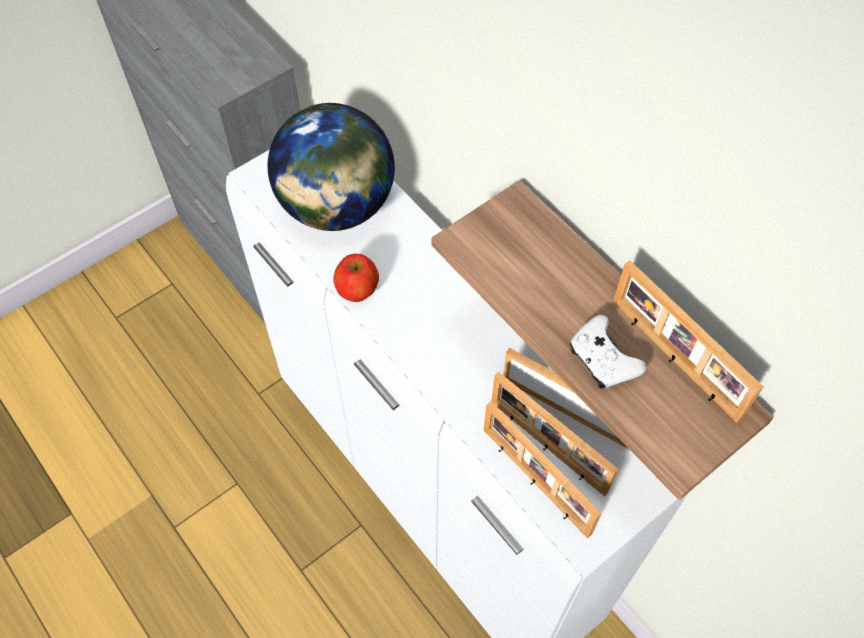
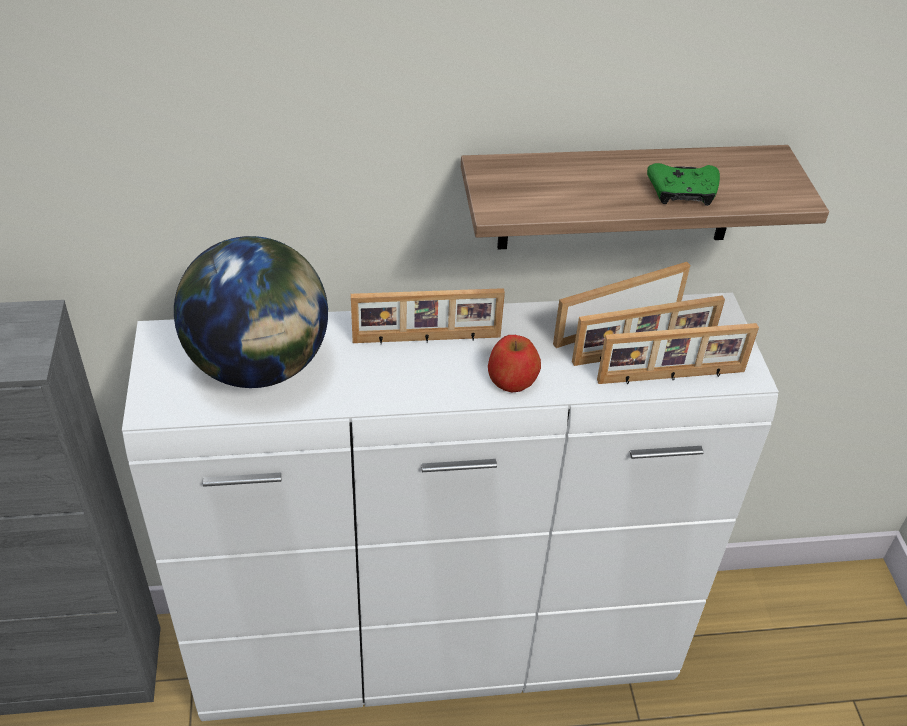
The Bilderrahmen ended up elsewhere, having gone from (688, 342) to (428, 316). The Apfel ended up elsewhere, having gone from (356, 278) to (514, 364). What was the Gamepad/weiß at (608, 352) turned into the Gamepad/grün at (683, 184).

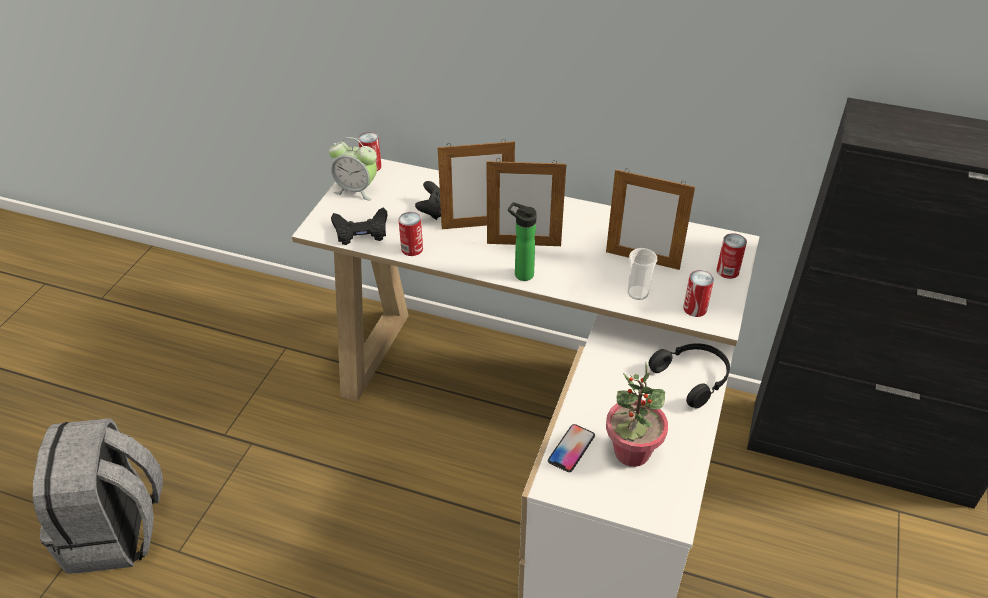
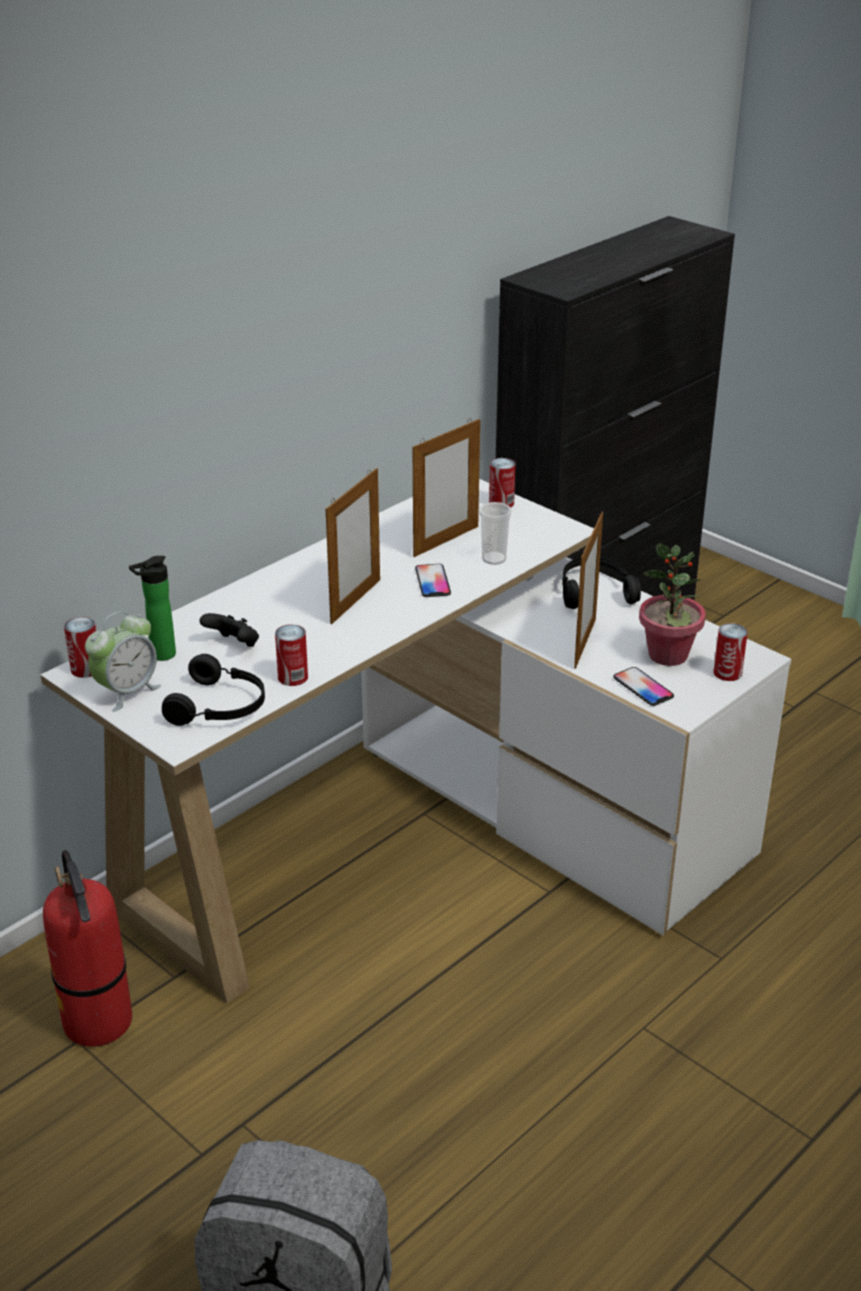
The second view gained the Feuerlöscher at (87, 948). The Flasche ended up elsewhere, having gone from (522, 241) to (152, 608). Where the Gamepad/schwarz stood at (359, 226), the Kopfhörer/schwarz came to stand at (213, 690). The second view gained the Handy at (433, 580). The Bilderrahmen ended up elsewhere, having gone from (476, 184) to (588, 590). The Dose ended up elsewhere, having gone from (698, 293) to (730, 652).

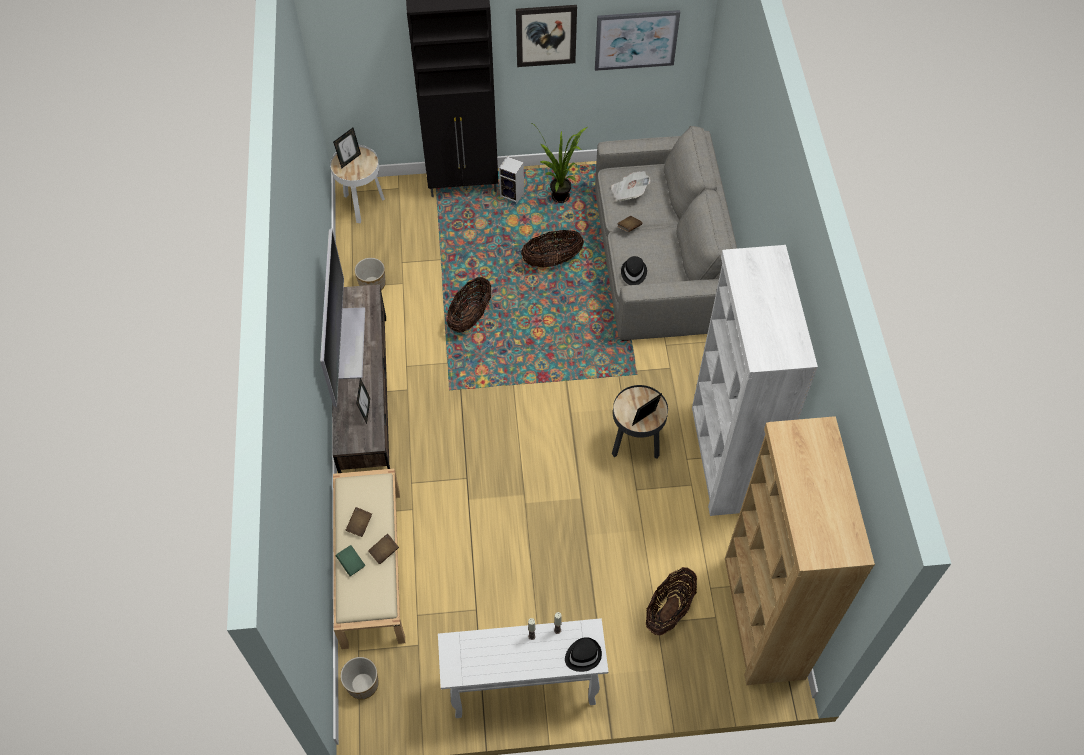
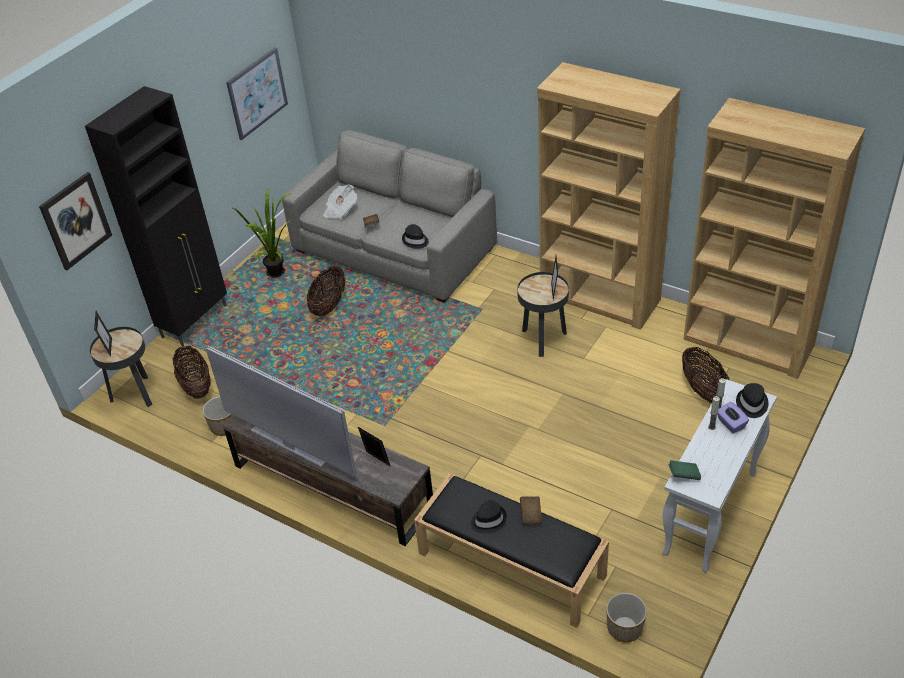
The Bild ended up elsewhere, having gone from (546, 36) to (75, 221). What was the Beistelltisch/weiß at (357, 184) turned into the Beistelltisch/schwarz at (121, 367). The Korb ended up elsewhere, having gone from (469, 305) to (191, 372). What was the Bank/beige at (369, 558) turned into the Bank/schwarz at (511, 550). Where the Buch/braun stood at (359, 522), the Hut/schwarz came to stand at (489, 517). What was the Bücherregal/weiß at (755, 380) turned into the Bücherregal/braun at (609, 196). The Buch/grün ended up elsewhere, having gone from (350, 560) to (684, 470). The second view gained the Taschentuchbox/lila at (733, 417). The second view lost the Lautsprecher at (511, 180).

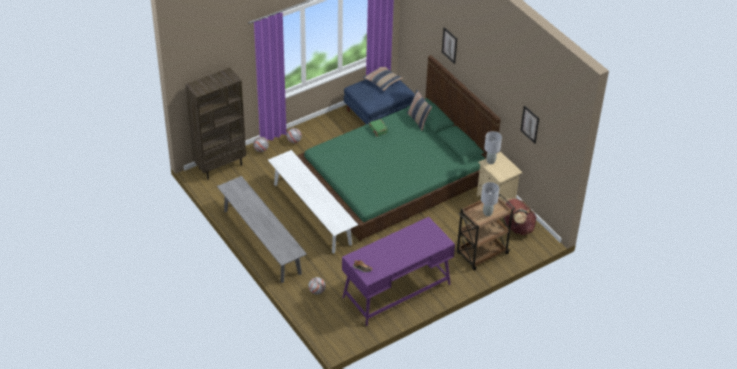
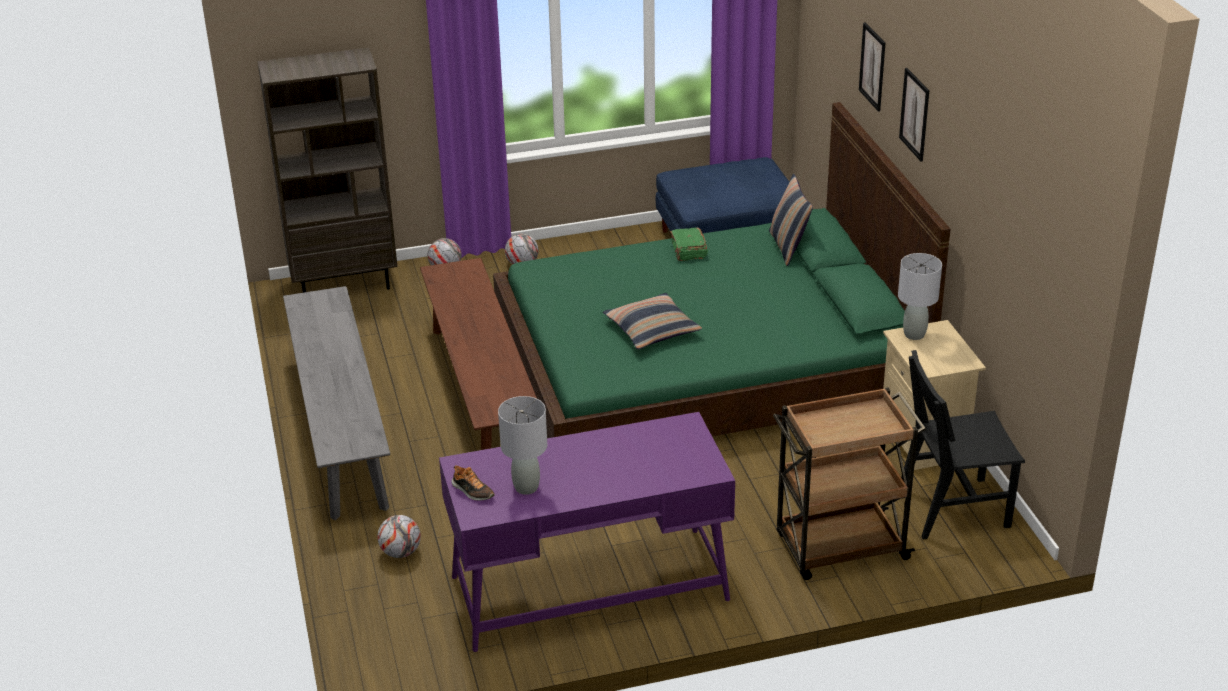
What was the Bank/weiß at (313, 202) turned into the Bank/braun at (478, 354). The Tischlampe/grau ended up elsewhere, having gone from (490, 199) to (522, 445). The Kissen ended up elsewhere, having gone from (383, 79) to (652, 321). The Bild ended up elsewhere, having gone from (529, 124) to (914, 114). Where the Rucksack/braun stood at (520, 216), the Stuhl/schwarz came to stand at (963, 445).

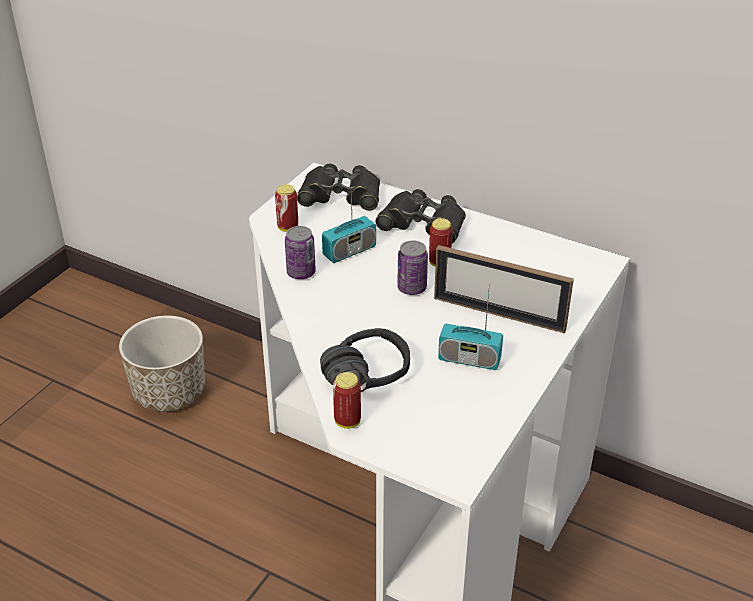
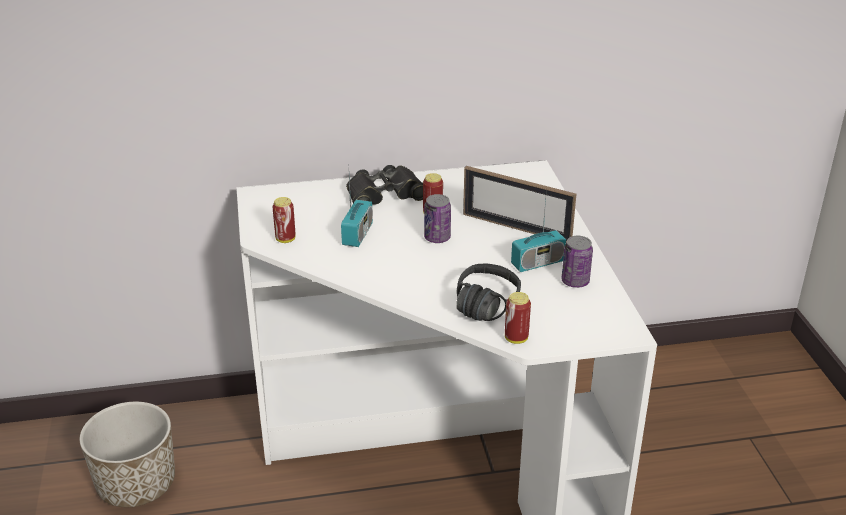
The Bilderrahmen at (504, 289) ended up facing another way, 45 degrees clockwise from before. The Dose ended up elsewhere, having gone from (300, 252) to (577, 262). The second view lost the Fernglas/schwarz at (338, 187).

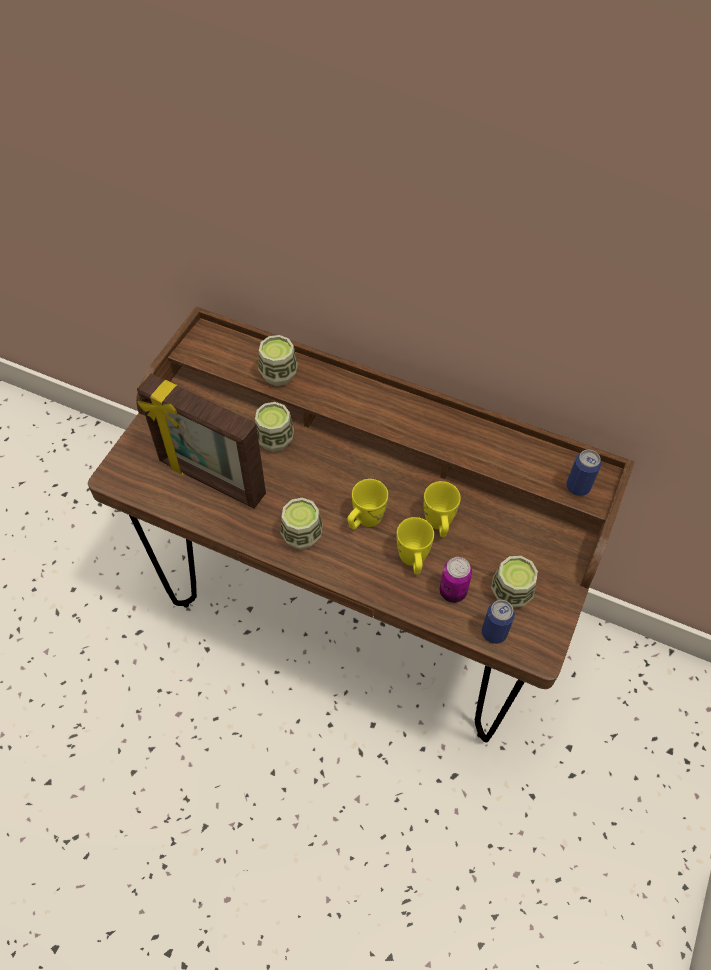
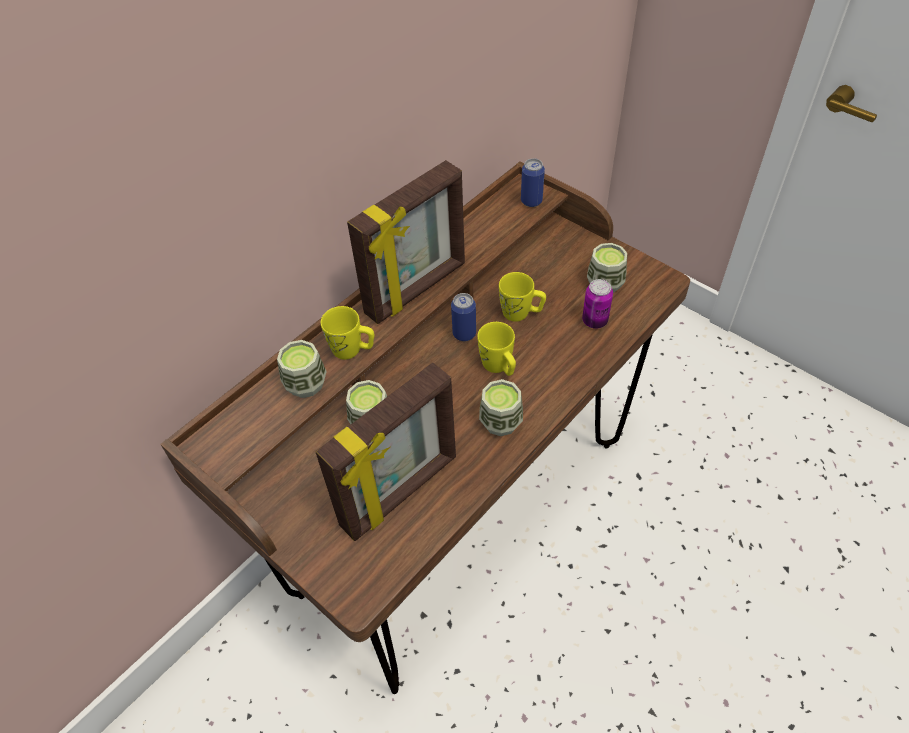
The Henkelbecher/gelb ended up elsewhere, having gone from (415, 545) to (347, 333). The second view gained the Bilderrahmen at (406, 242). The Dose ended up elsewhere, having gone from (498, 622) to (463, 317).

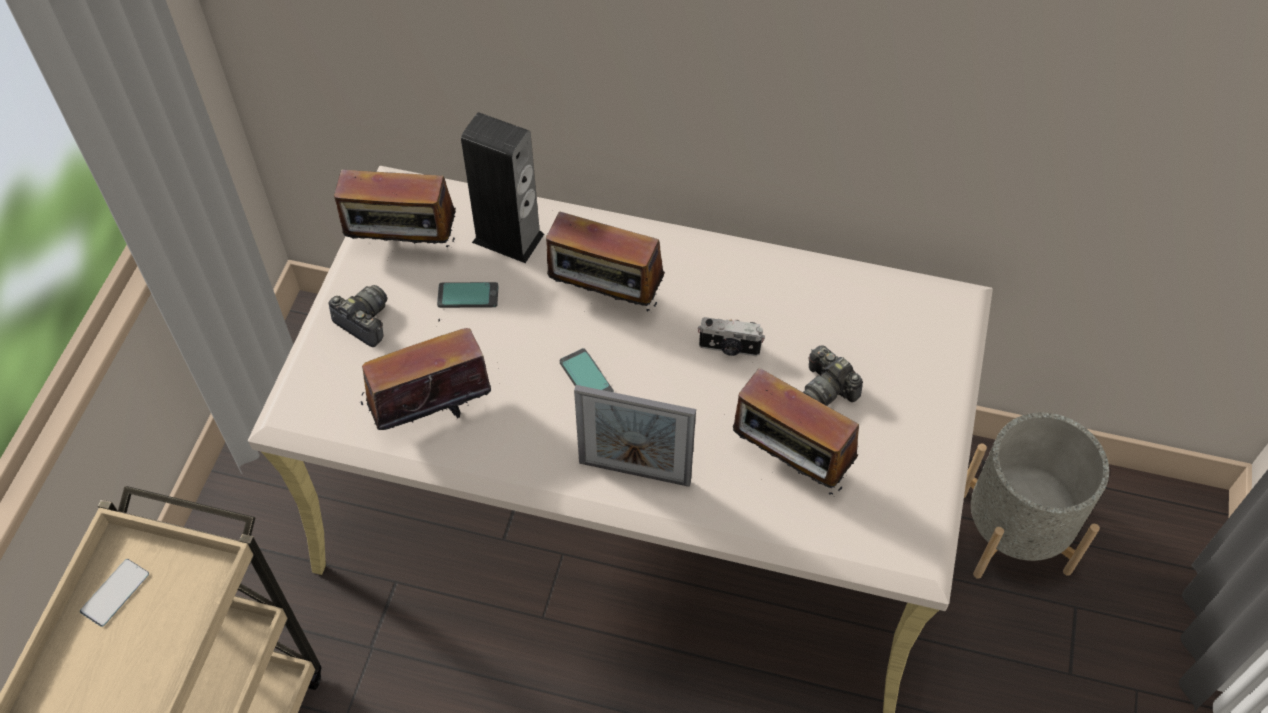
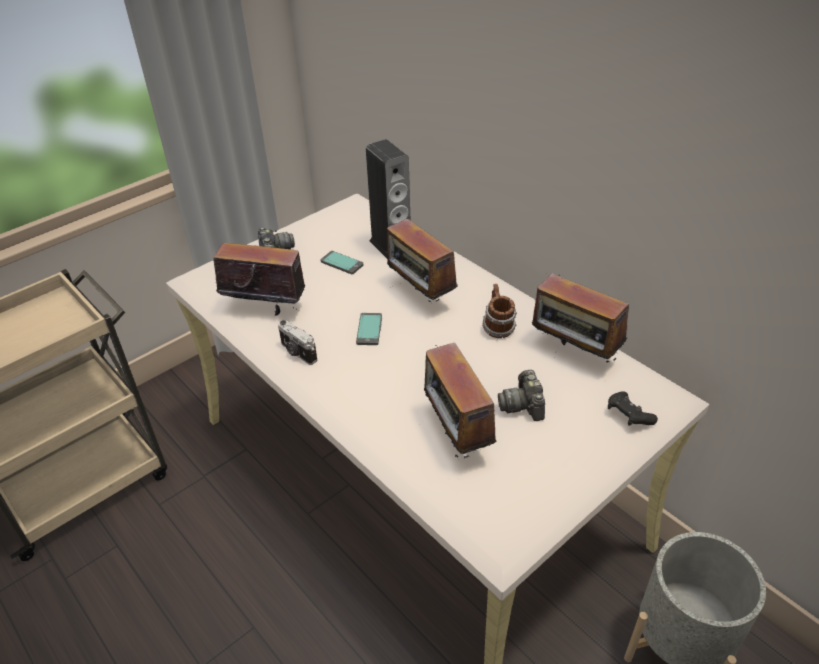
The Kamera ended up elsewhere, having gone from (731, 336) to (297, 342). The second view gained the Henkelbecher at (499, 311). The Radio ended up elsewhere, having gone from (395, 205) to (580, 316). The second view gained the Gamepad/schwarz at (633, 408). The second view lost the Handy at (114, 593). The second view lost the Bilderrahmen at (635, 436).

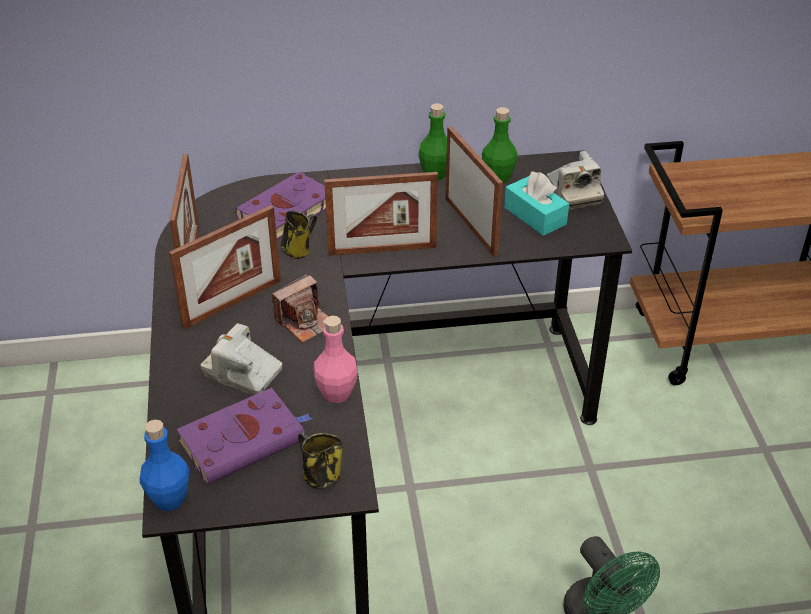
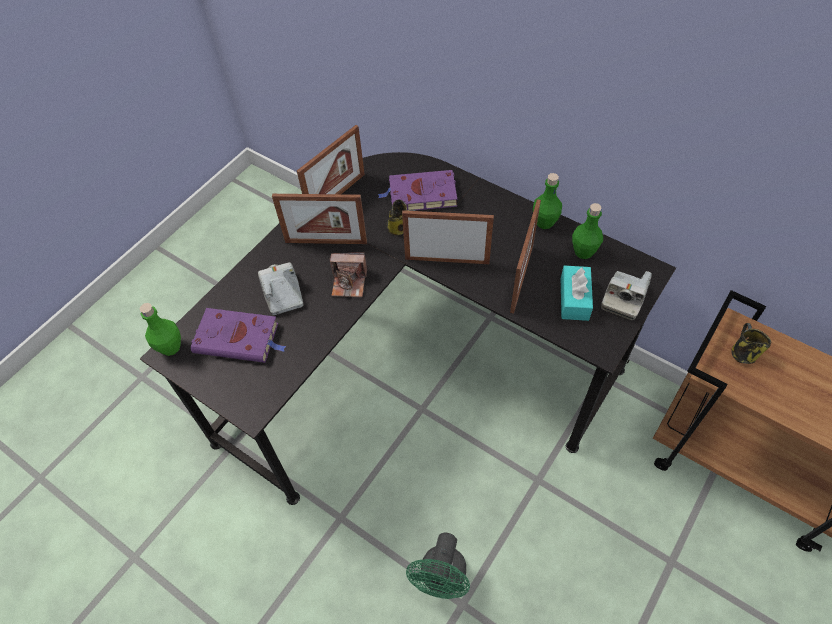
What was the Flasche/blau at (164, 465) turned into the Flasche/grün at (160, 329). The Bilderrahmen at (381, 214) ended up facing another way, 150 degrees clockwise from before. The Henkelbecher ended up elsewhere, having gone from (320, 460) to (751, 343). The second view lost the Flasche/rosa at (335, 359).

